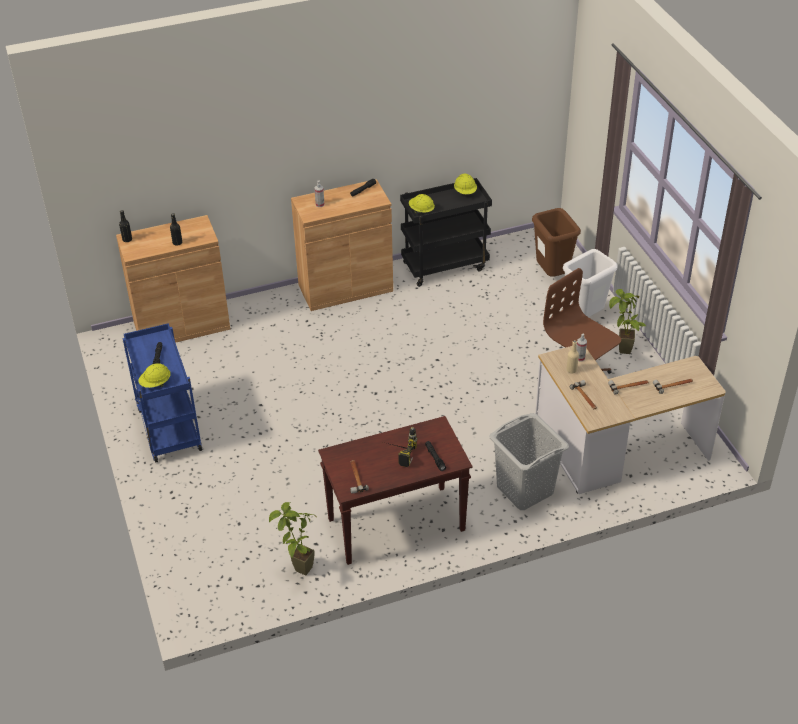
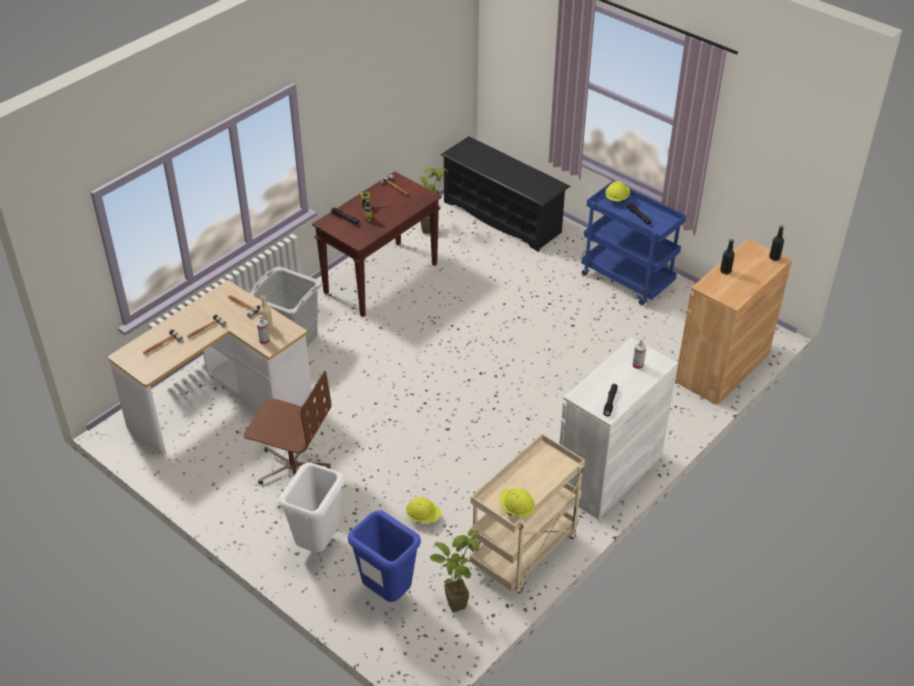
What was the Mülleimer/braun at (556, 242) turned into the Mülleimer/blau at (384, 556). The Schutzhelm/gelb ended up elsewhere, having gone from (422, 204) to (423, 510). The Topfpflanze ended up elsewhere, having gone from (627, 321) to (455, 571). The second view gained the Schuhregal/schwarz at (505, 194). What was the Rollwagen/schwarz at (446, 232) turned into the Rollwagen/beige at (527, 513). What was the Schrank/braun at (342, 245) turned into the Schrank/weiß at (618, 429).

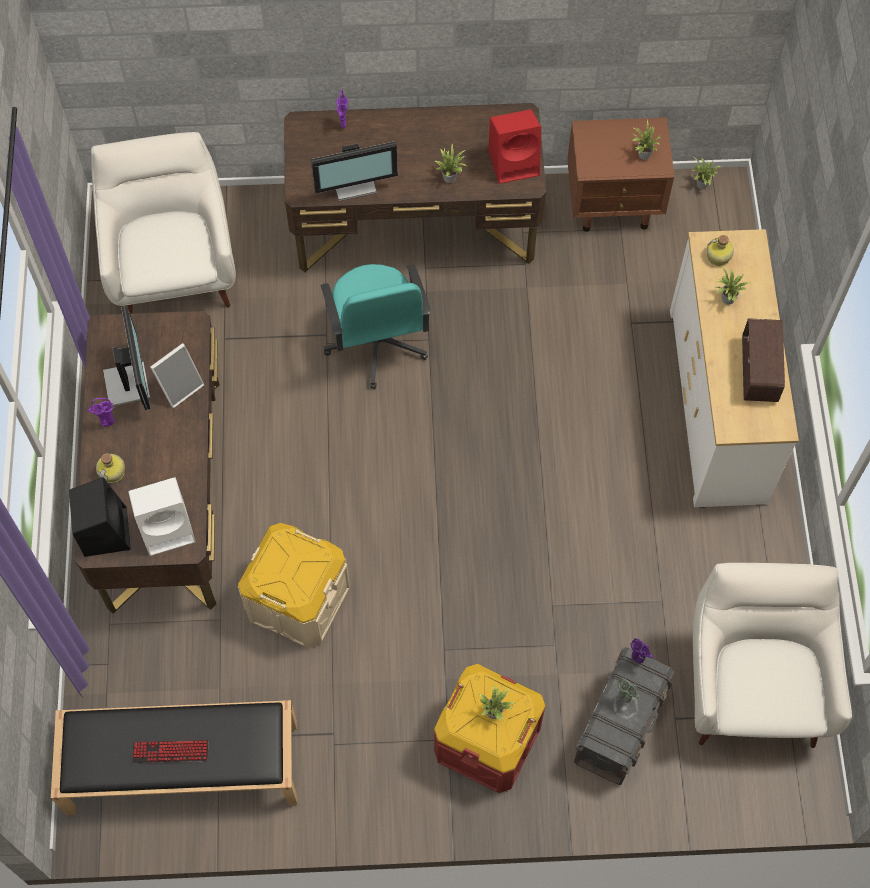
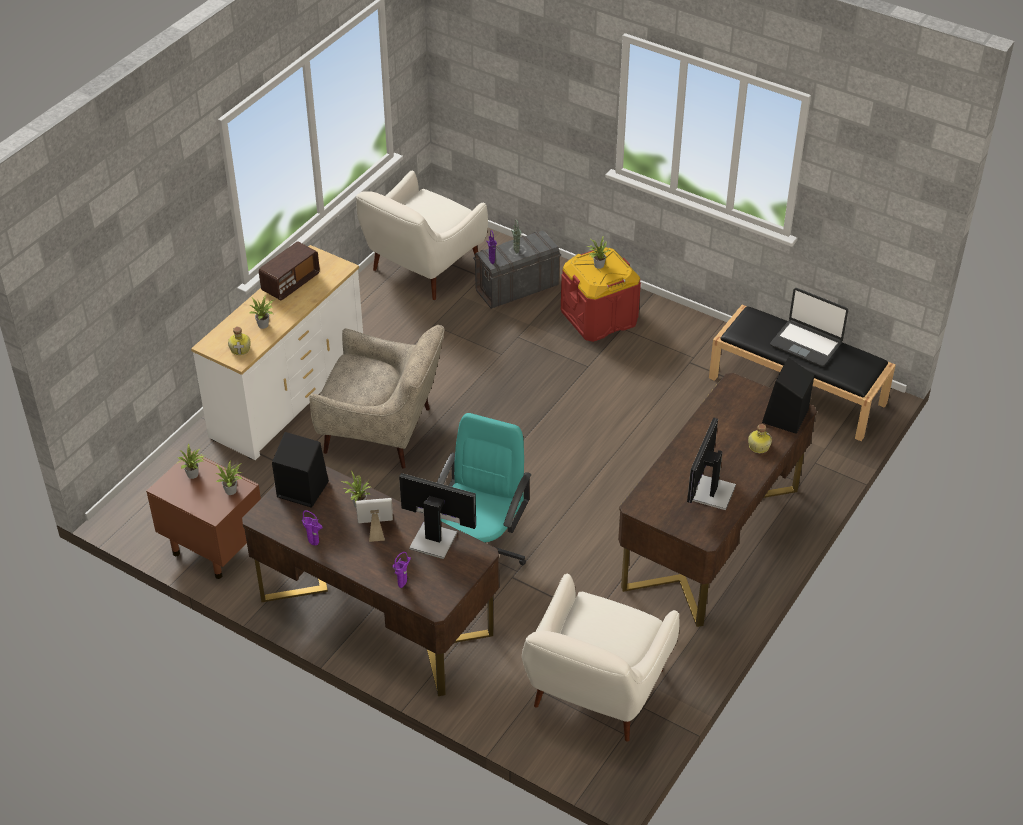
The Topfpflanze ended up elsewhere, having gone from (706, 173) to (229, 478). What was the Lautsprecher/rot at (514, 146) turned into the Lautsprecher/schwarz at (300, 470). The Vase/lila ended up elsewhere, having gone from (101, 412) to (312, 528). The second view gained the Sessel/beige at (377, 397). The Bilderrahmen ended up elsewhere, having gone from (177, 375) to (374, 520). Where the Tastatur stood at (170, 751), the Laptop came to stand at (809, 327). The second view lost the Lautsprecher/weiß at (162, 516). The second view lost the Aufbewahrungsbox/beige at (294, 585).

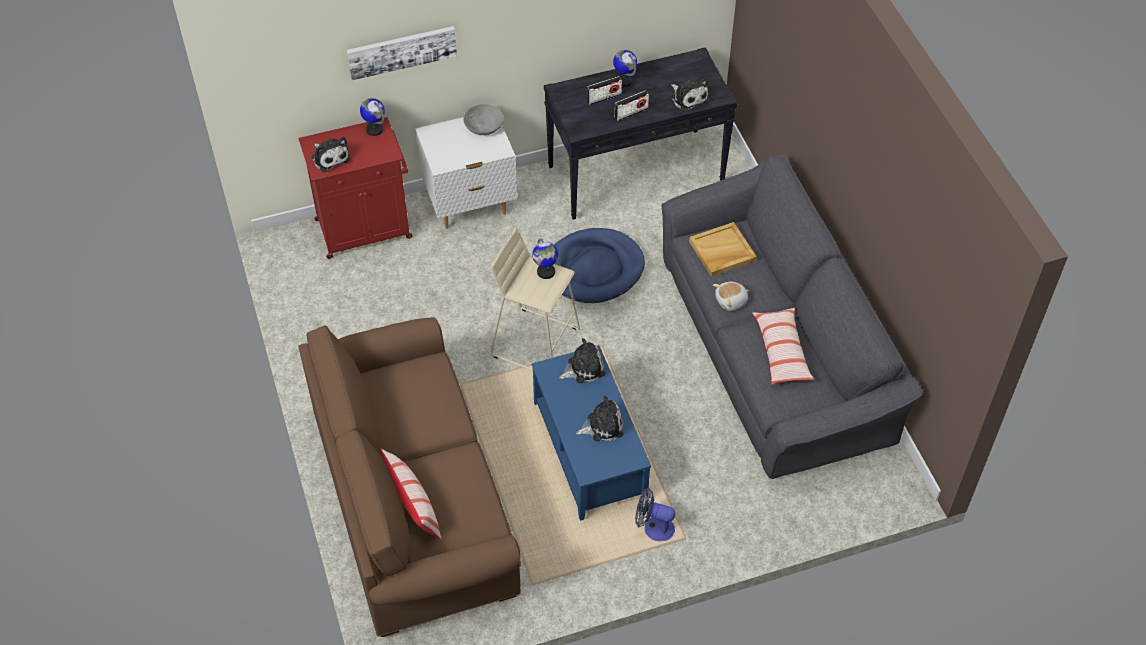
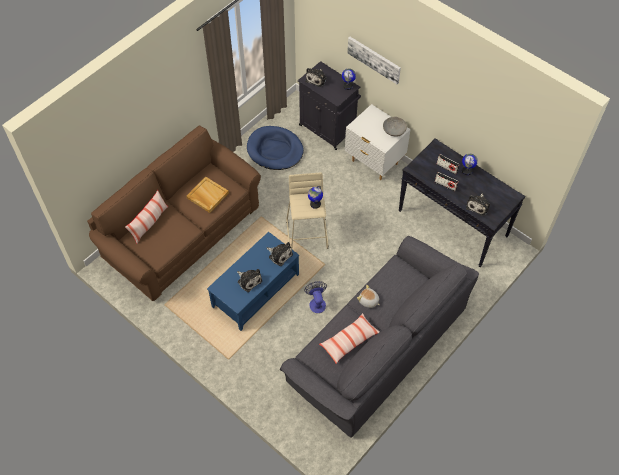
The Tablett/beige ended up elsewhere, having gone from (723, 249) to (207, 195). The Hundebett/blau ended up elsewhere, having gone from (599, 265) to (275, 148). What was the Schrank/rot at (355, 188) turned into the Schrank/schwarz at (329, 105). The Ventilator ended up elsewhere, having gone from (655, 515) to (315, 297).

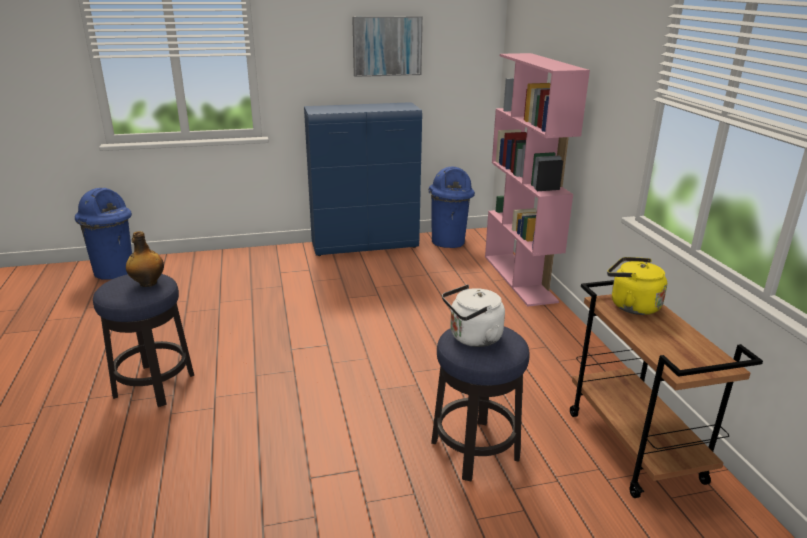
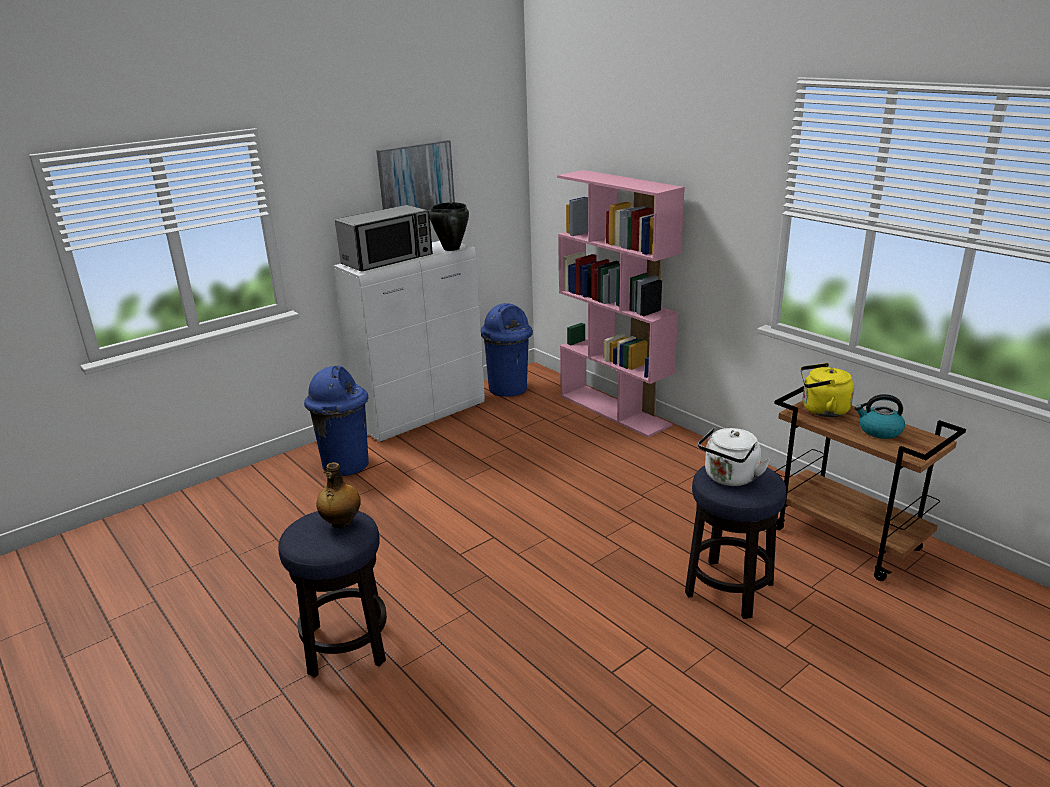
The Mülleimer/blau ended up elsewhere, having gone from (103, 234) to (336, 420). What was the Schrank/blau at (363, 179) turned into the Schrank/weiß at (409, 341). The second view gained the Mikrowelle at (384, 238). The second view gained the Kochtopf/schwarz at (449, 226). The second view gained the Wasserkessel at (880, 416).

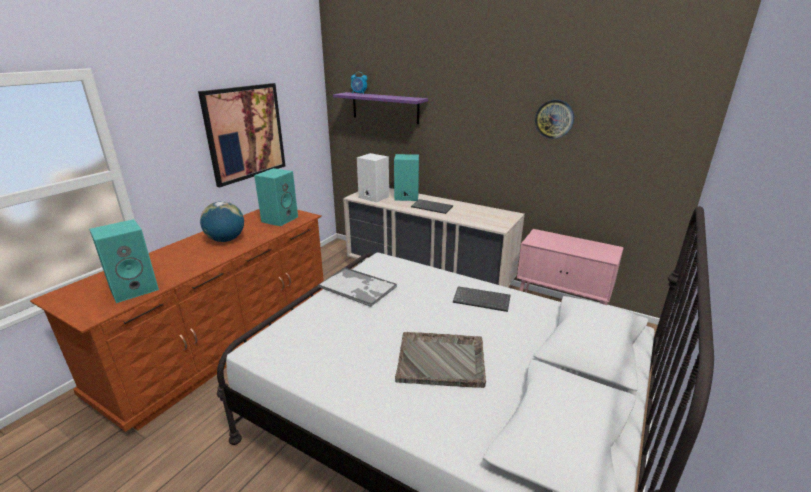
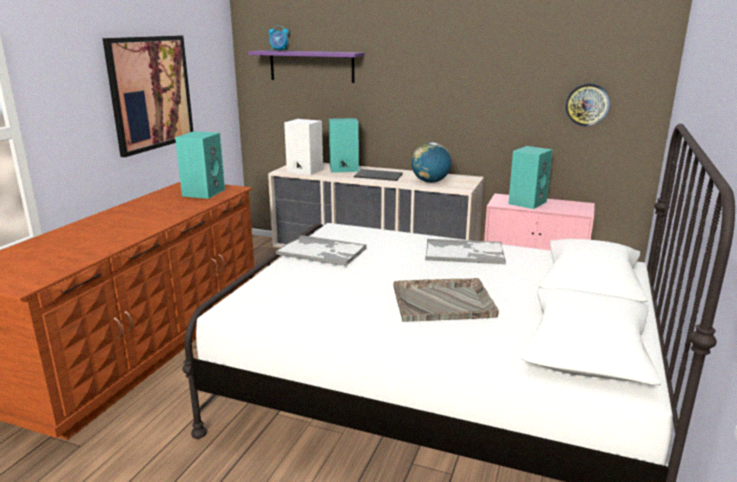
The Globus ended up elsewhere, having gone from (222, 221) to (431, 162). Where the Tastatur stood at (482, 299), the Tablett came to stand at (465, 251). The Lautsprecher/türkis ended up elsewhere, having gone from (124, 261) to (530, 177). The Wanduhr ended up elsewhere, having gone from (554, 119) to (587, 104).

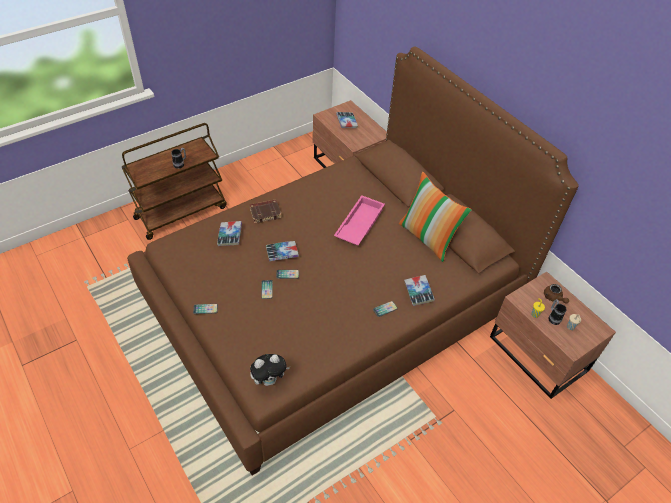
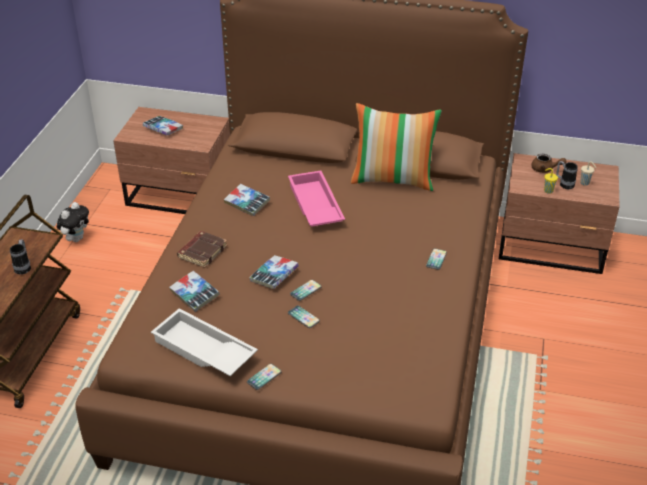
The Plüschtier ended up elsewhere, having gone from (270, 370) to (73, 222). The second view gained the Tablett/weiß at (204, 342). The Buch ended up elsewhere, having gone from (419, 290) to (247, 200).

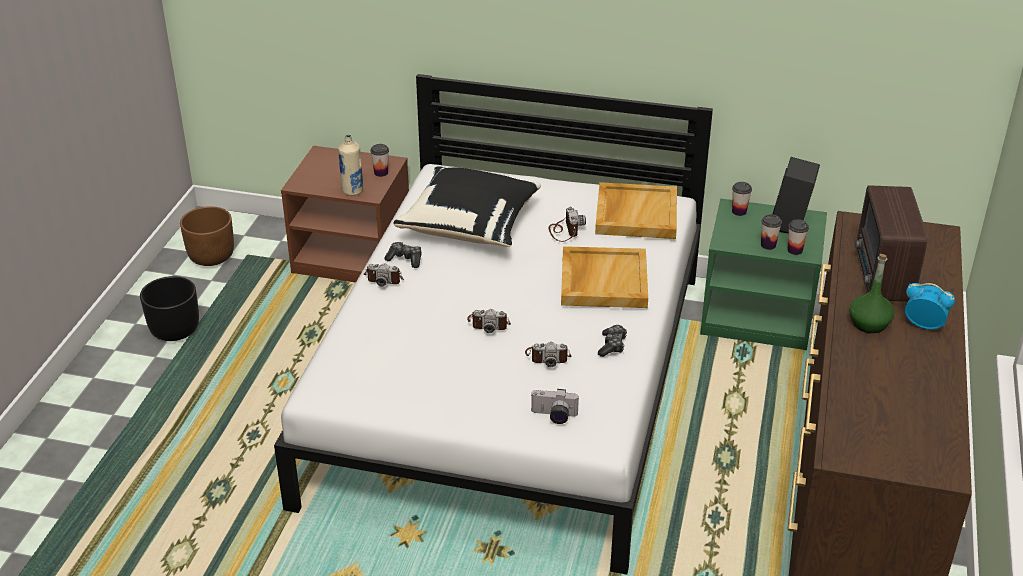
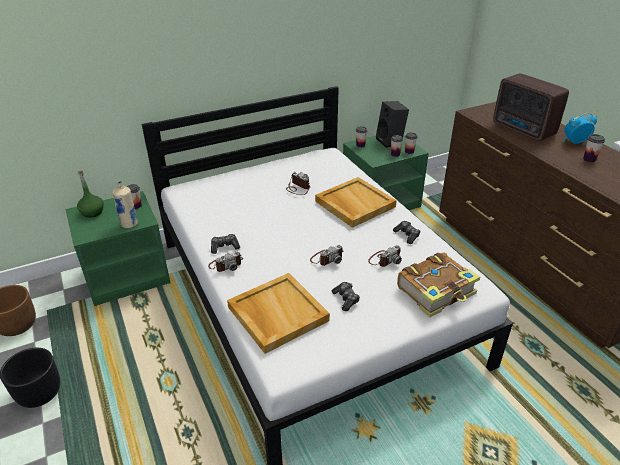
What was the Nachttisch/braun at (345, 214) turned into the Nachttisch/grün at (118, 248). The Flasche/grün ended up elsewhere, having gone from (872, 293) to (90, 194). The Tablett/beige ended up elsewhere, having gone from (636, 210) to (278, 313). The second view gained the Gamepad at (346, 296). Where the Kamera stood at (555, 406), the Buch came to stand at (438, 284). The second view gained the Tasse at (594, 148). The second view lost the Kissen/schwarz at (467, 206).

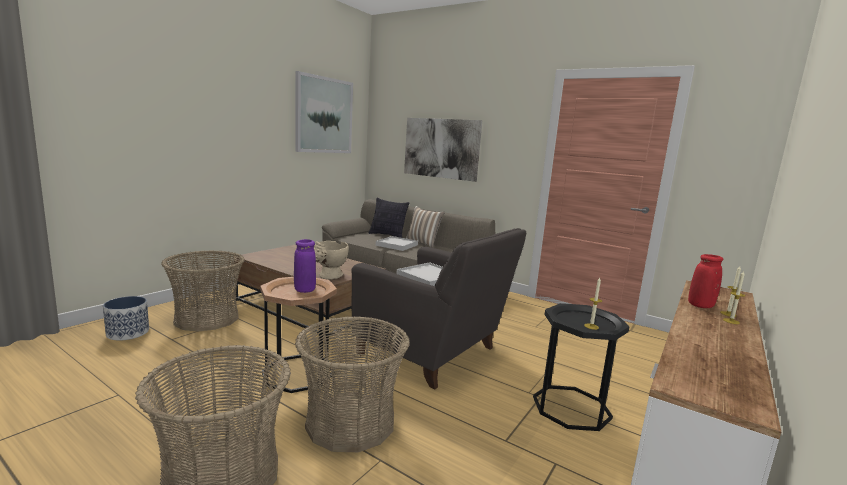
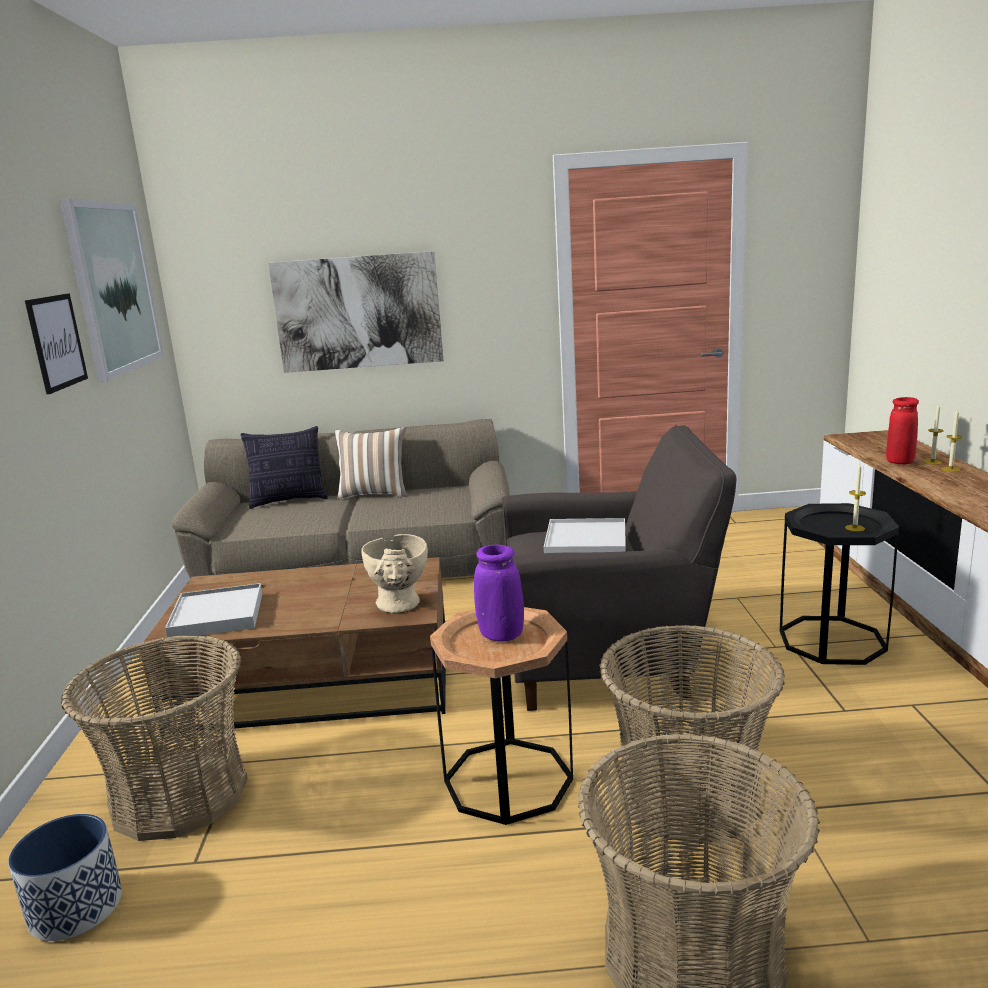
The second view gained the Bild at (56, 343). The Tablett/weiß ended up elsewhere, having gone from (397, 243) to (213, 610).

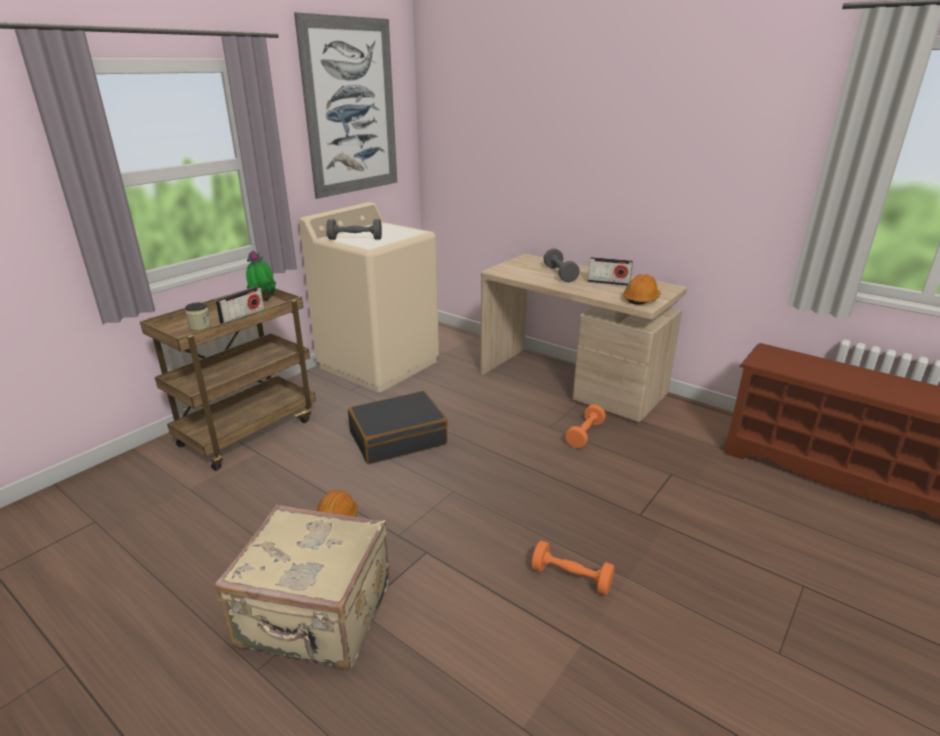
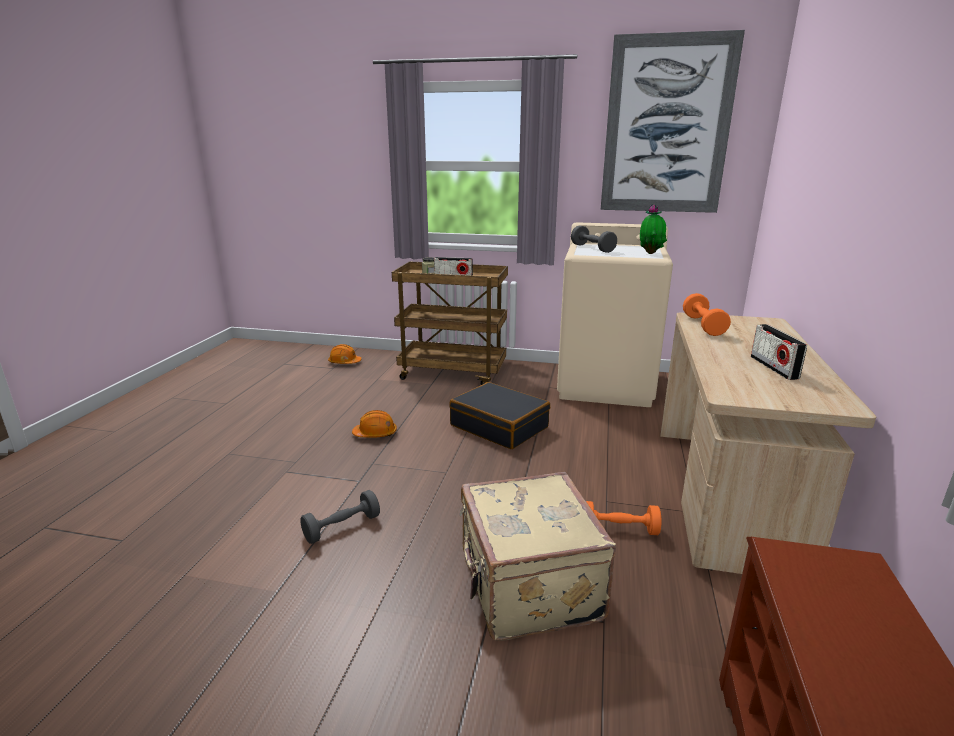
The Hantel/grau ended up elsewhere, having gone from (561, 265) to (340, 517). The Schutzhelm/orange ended up elsewhere, having gone from (642, 289) to (345, 354). The Koffer/beige ended up elsewhere, having gone from (302, 587) to (537, 556). The Topfpflanze ended up elsewhere, having gone from (261, 275) to (653, 229). The Hantel/orange ended up elsewhere, having gone from (573, 568) to (707, 314).

